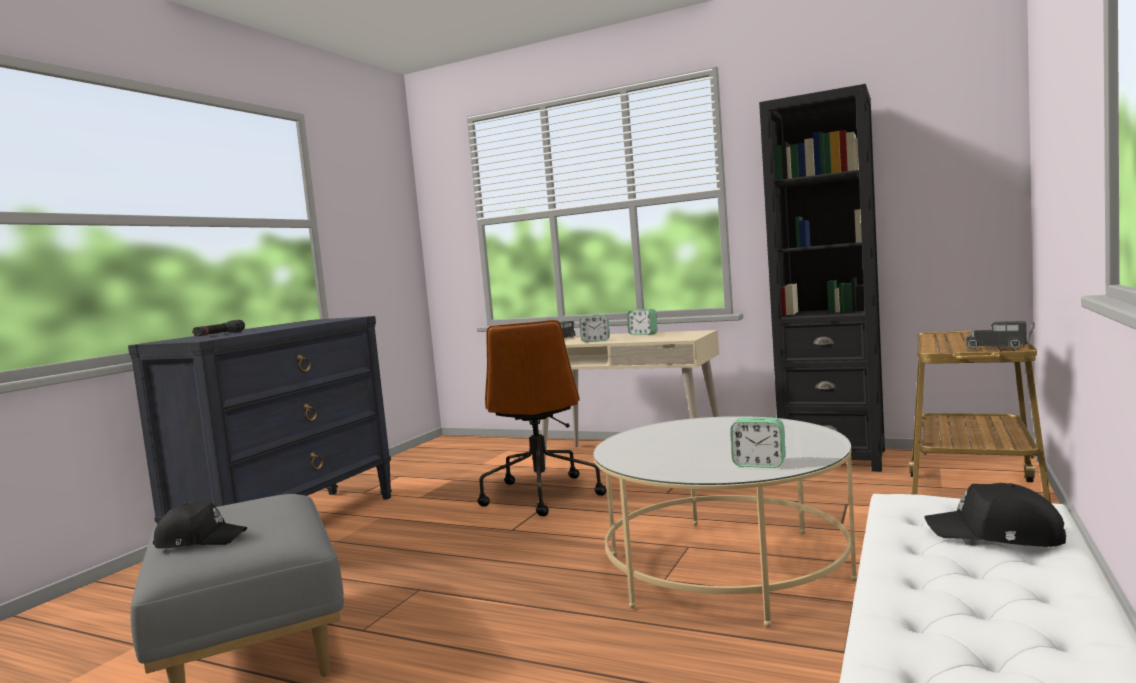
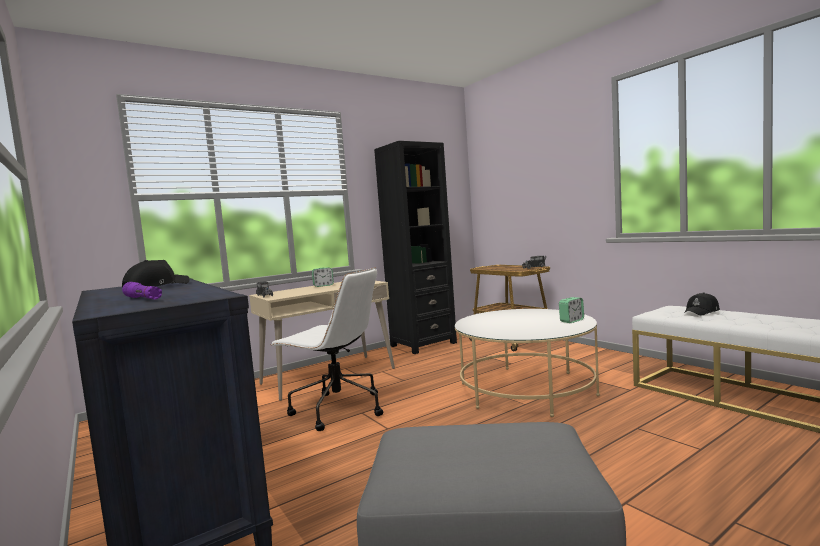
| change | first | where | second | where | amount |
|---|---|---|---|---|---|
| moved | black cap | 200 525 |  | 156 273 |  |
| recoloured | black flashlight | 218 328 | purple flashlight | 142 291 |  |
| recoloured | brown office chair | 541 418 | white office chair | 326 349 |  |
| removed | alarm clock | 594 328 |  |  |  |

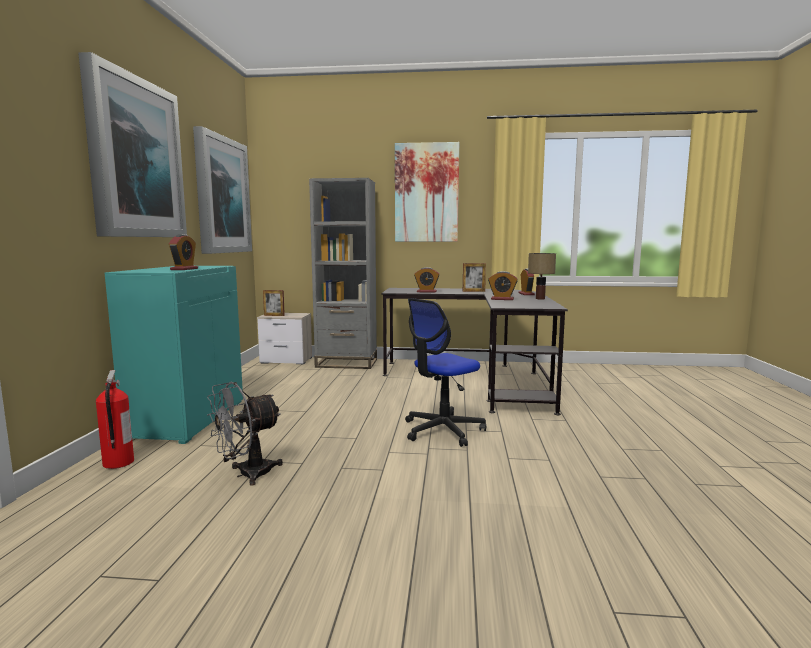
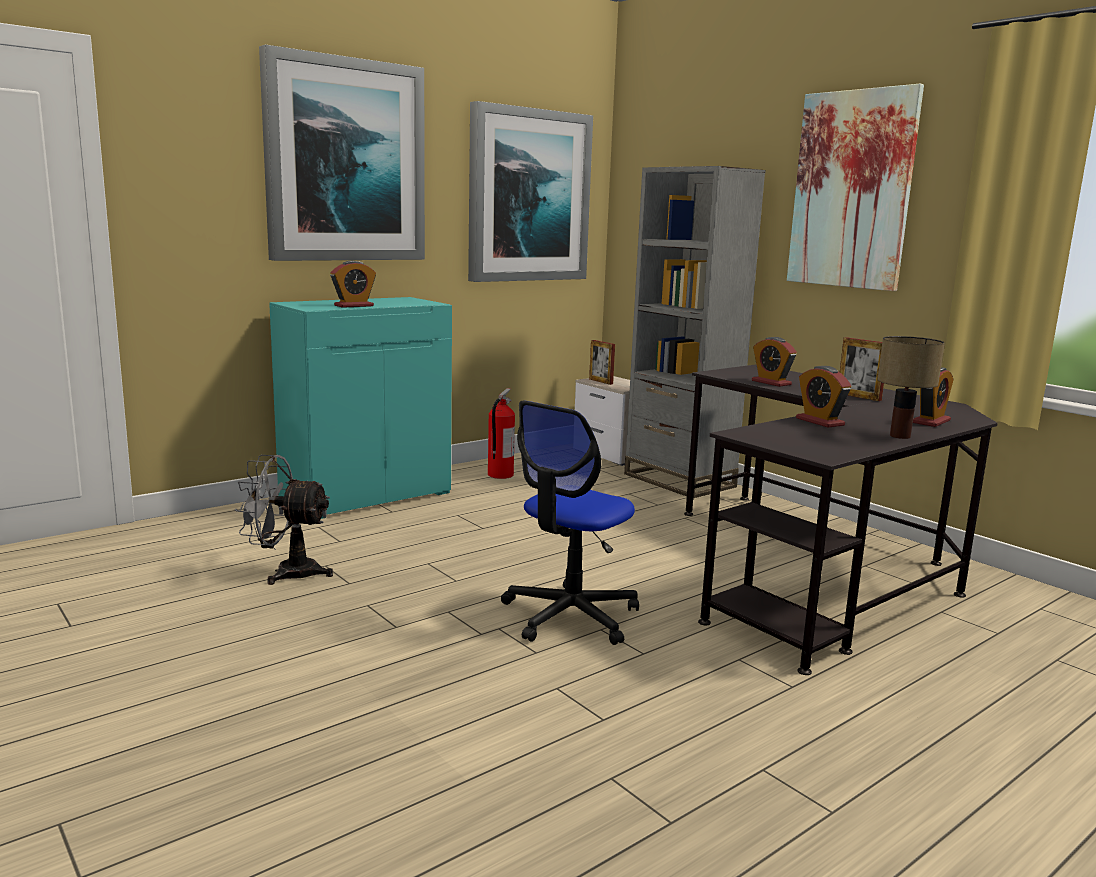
| change | first | where | second | where | amount |
|---|---|---|---|---|---|
| moved | fire extinguisher | 115 419 |  | 501 433 |  |
| turned | office chair | 445 372 |  | 570 522 | 60 degrees counterclockwise |

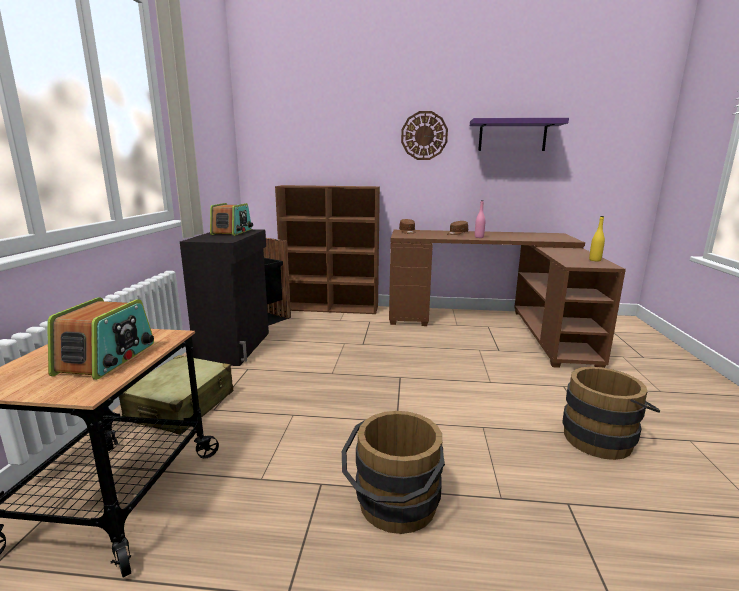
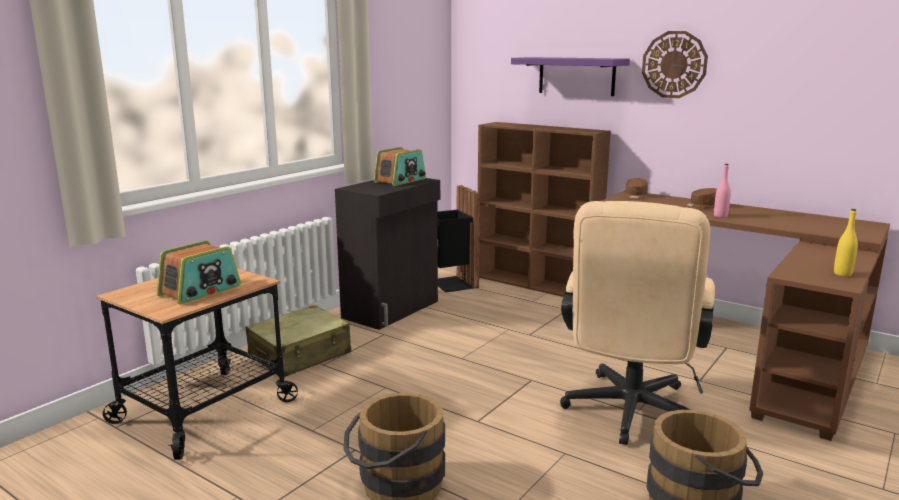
| change | first | where | second | where | amount |
|---|---|---|---|---|---|
| moved | purple shelf | 519 134 |  | 570 76 |  |
| added |  |  | beige office chair | 637 323 |  |

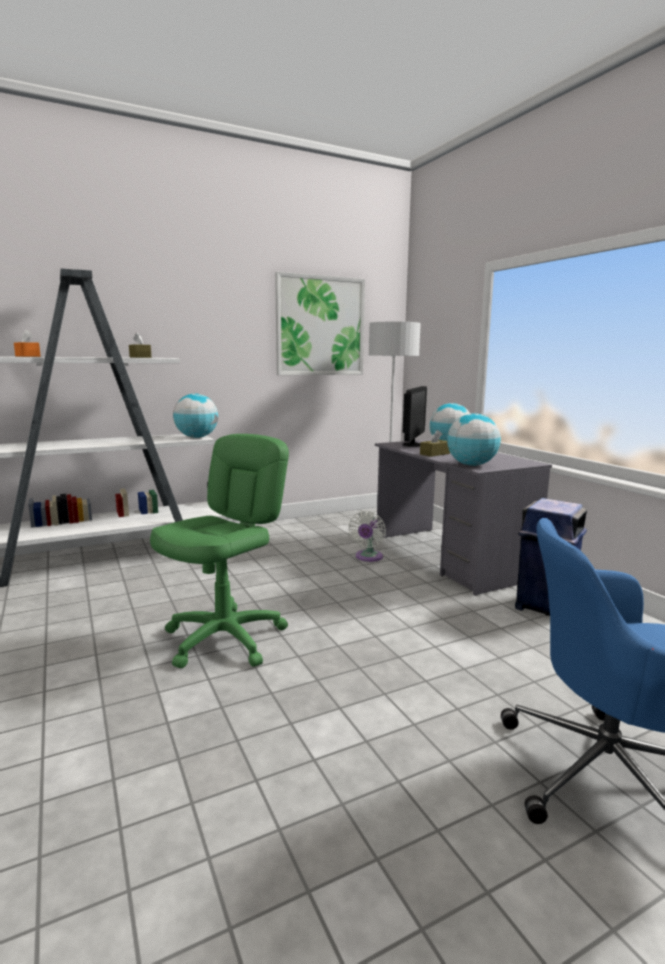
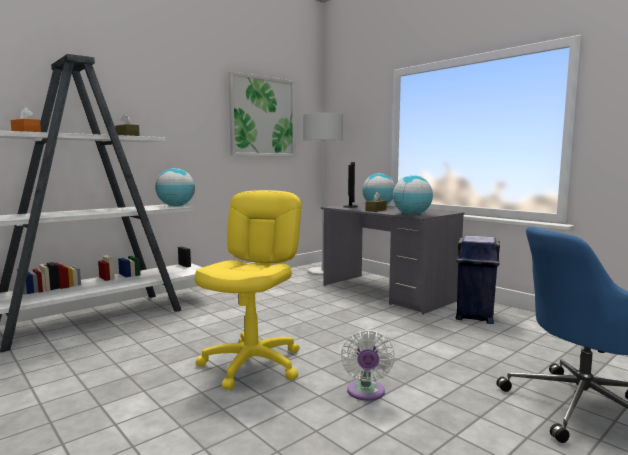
| change | first | where | second | where | amount |
|---|---|---|---|---|---|
| recoloured | green office chair | 219 551 | yellow office chair | 248 290 |  |
| moved | white fan | 367 536 |  | 368 365 |  |

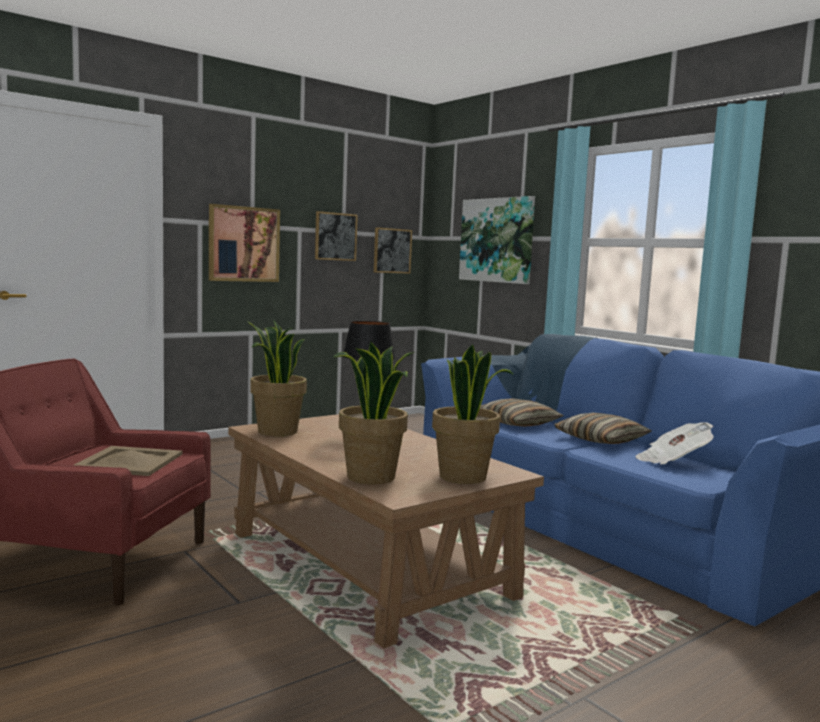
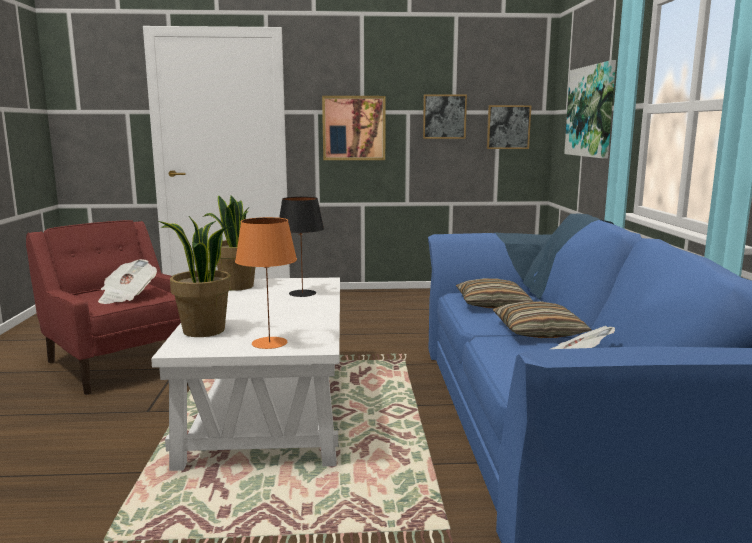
| change | first | where | second | where | amount |
|---|---|---|---|---|---|
| replaced | beige tray | 128 461 | newspaper | 127 281 |  |
| recoloured | brown coffee table | 386 531 | white coffee table | 245 374 |  |
| replaced | potted plant | 473 414 | orange table lamp | 266 283 |  |

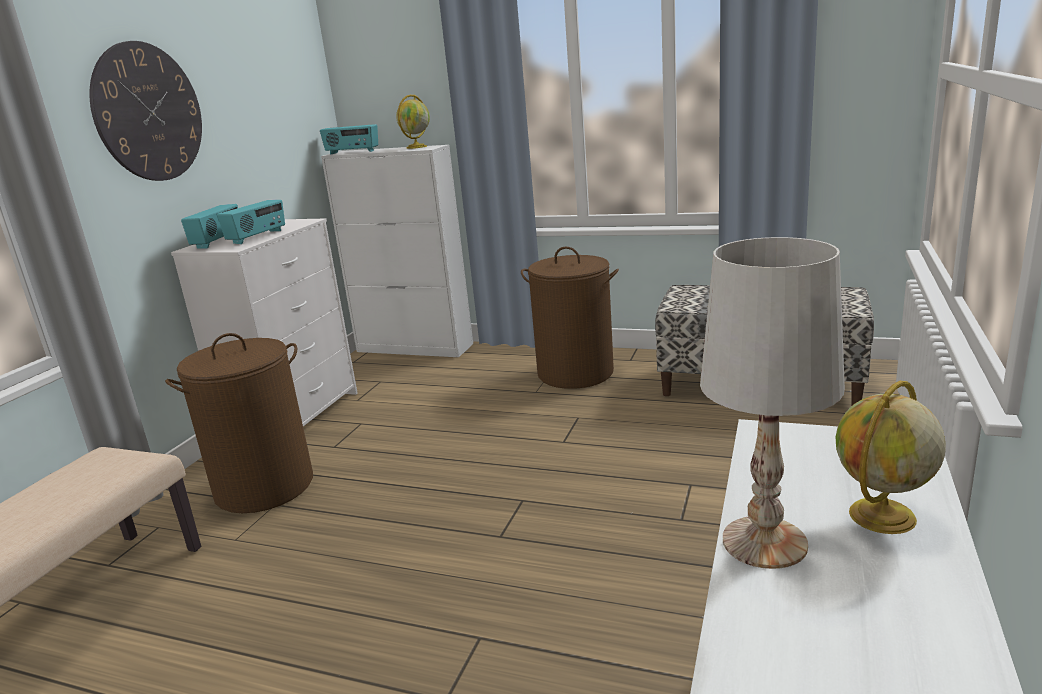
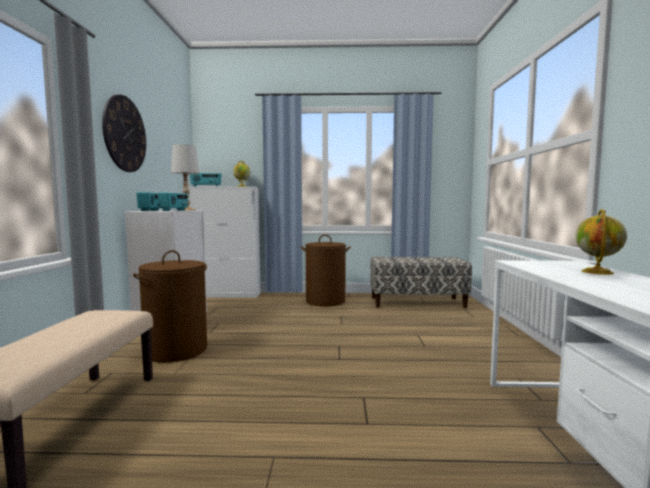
| change | first | where | second | where | amount |
|---|---|---|---|---|---|
| moved | white table lamp | 772 403 |  | 185 177 |  |

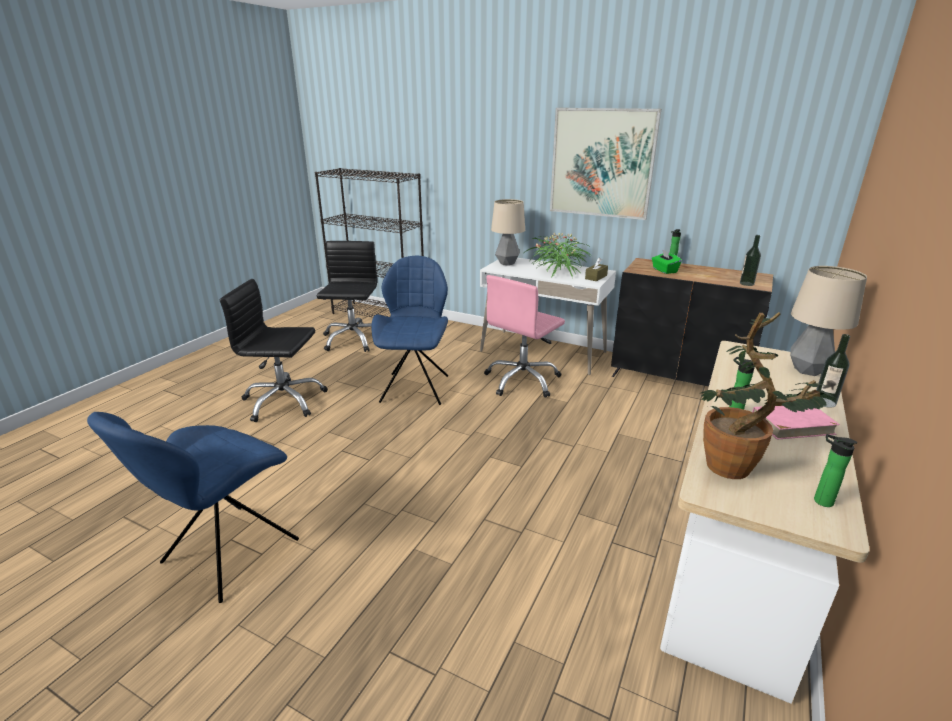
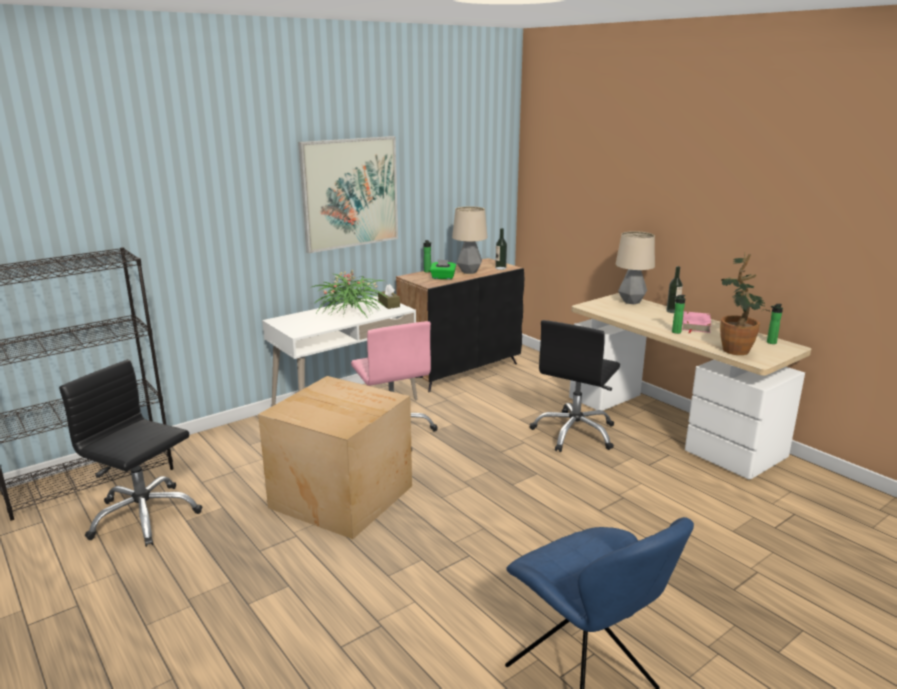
| change | first | where | second | where | amount |
|---|---|---|---|---|---|
| moved | black office chair | 274 350 |  | 575 386 |  |
| replaced | blue chair | 409 330 | cardboard box | 335 457 |  |
| moved | table lamp | 508 232 |  | 470 240 |  |

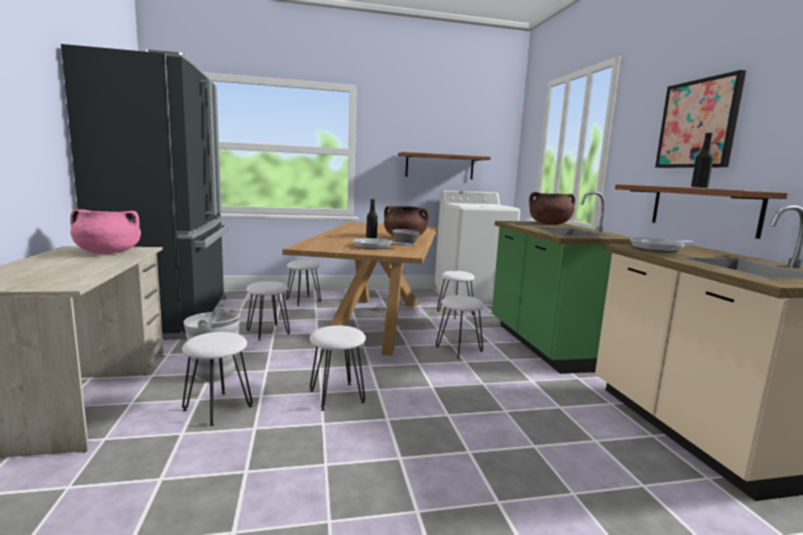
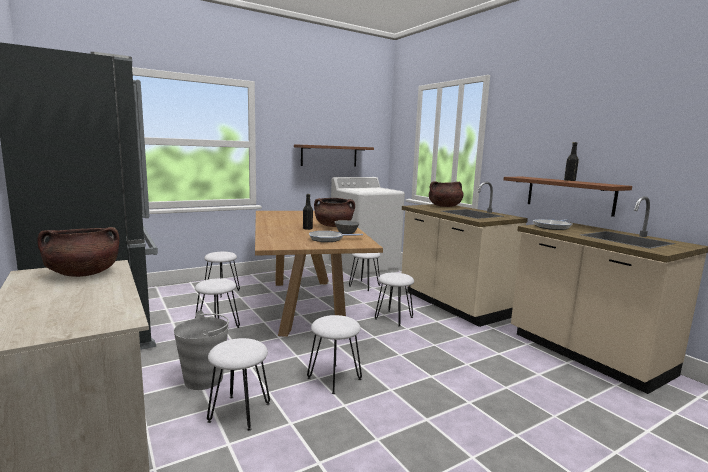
| change | first | where | second | where | amount |
|---|---|---|---|---|---|
| recoloured | pink cooking pot | 105 231 | brown cooking pot | 78 252 |  |
| recoloured | green counter | 562 282 | beige counter | 465 254 |  |
| removed | picture | 700 119 |  |  |  |

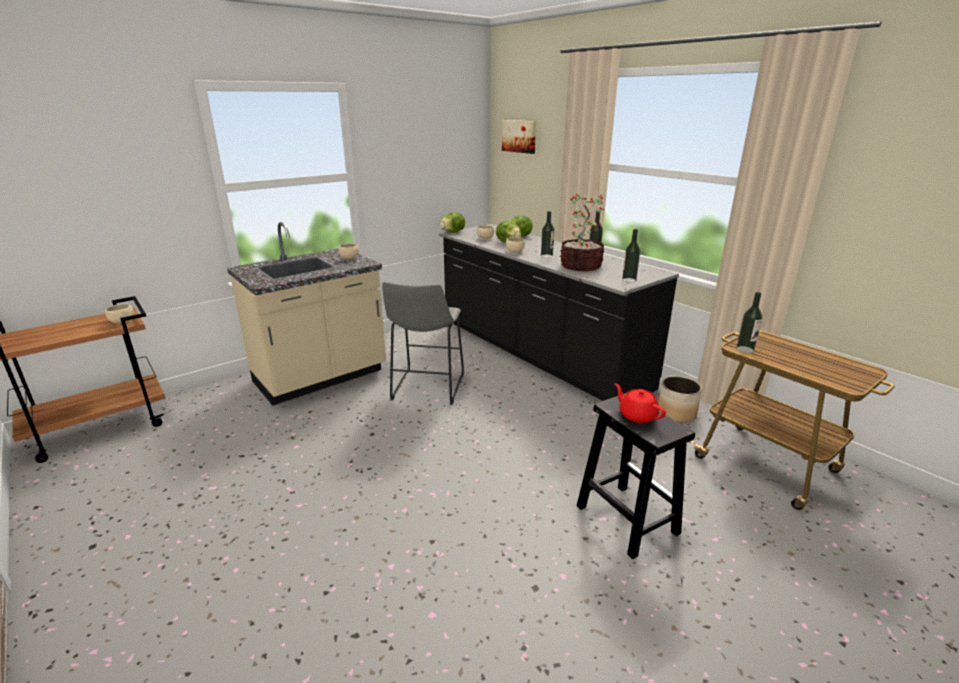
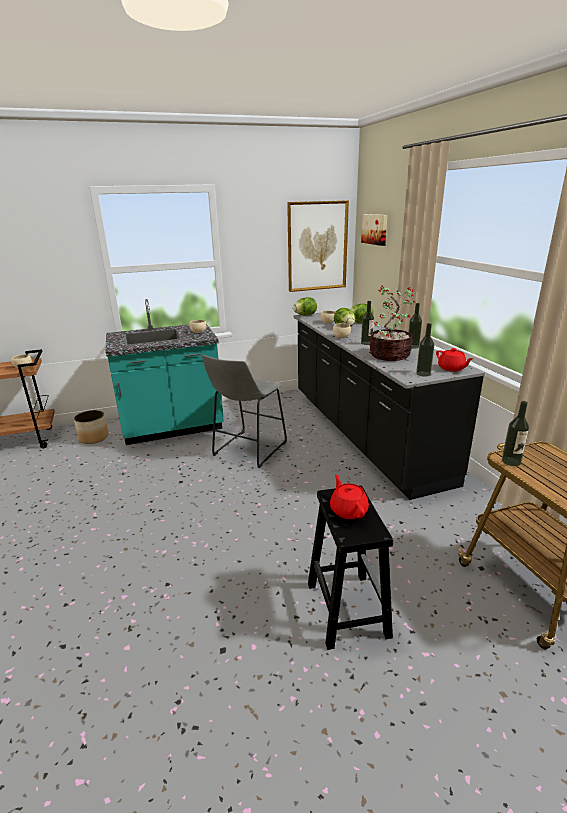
| change | first | where | second | where | amount |
|---|---|---|---|---|---|
| recoloured | beige counter | 306 314 | turquoise counter | 164 372 |  |
| moved | planter | 680 399 |  | 91 427 |  |
| added |  |  | picture | 318 246 |  |
| added |  |  | red teapot | 455 360 |  |

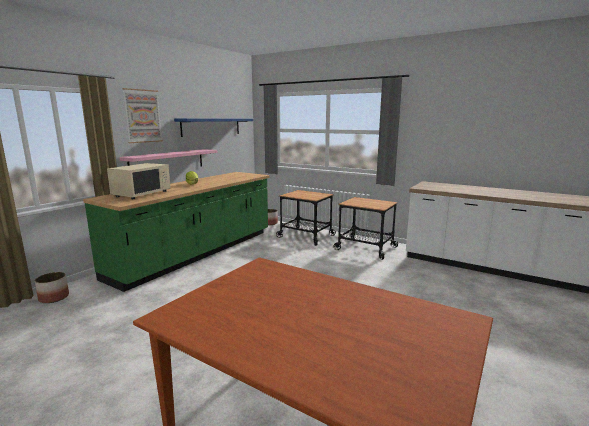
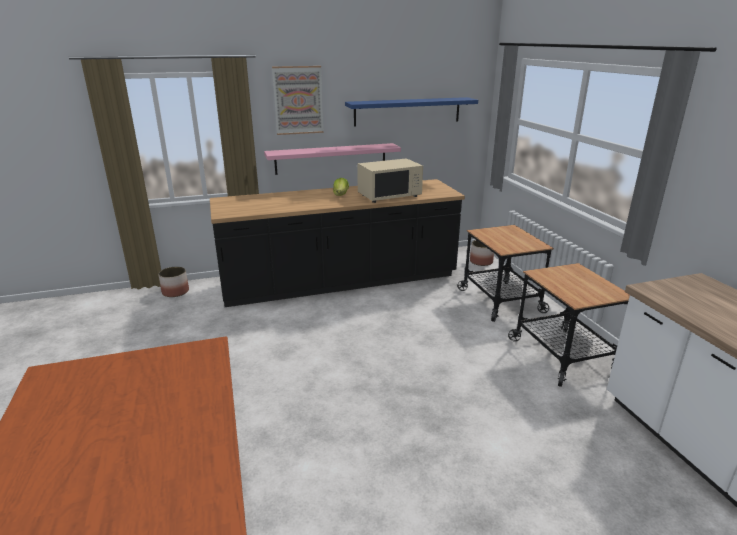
| change | first | where | second | where | amount |
|---|---|---|---|---|---|
| recoloured | green counter | 176 232 | black counter | 337 243 |  |
| moved | beige microwave | 139 181 |  | 390 180 |  |

